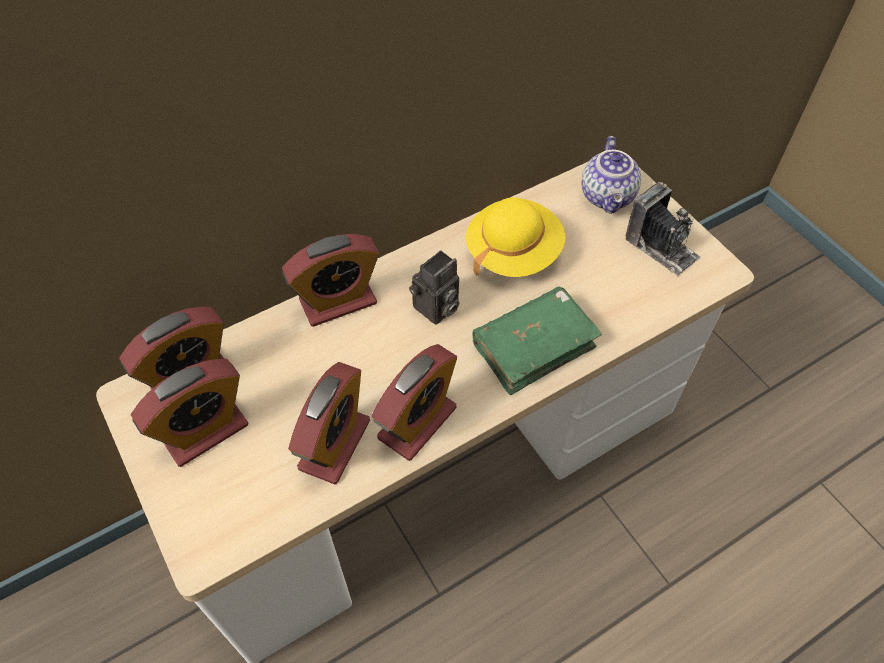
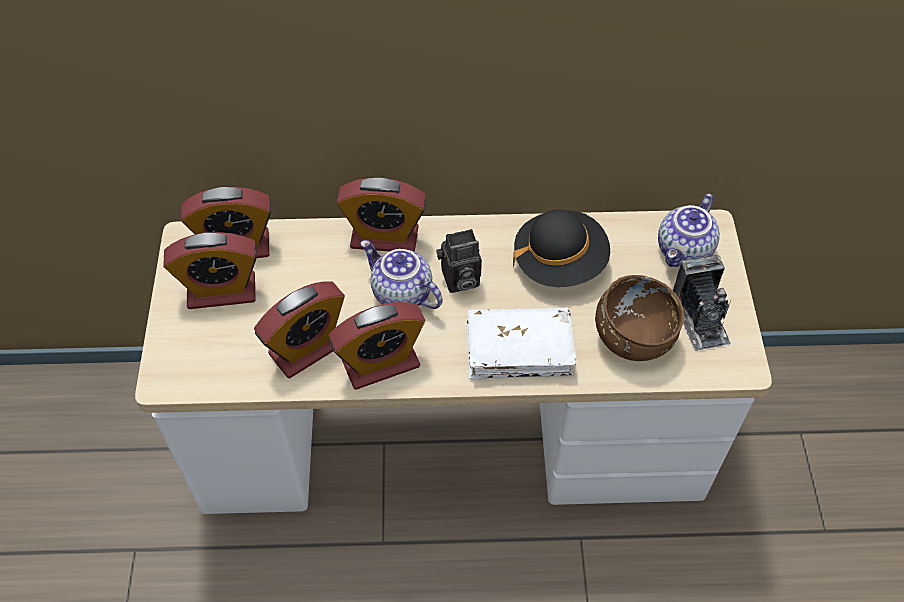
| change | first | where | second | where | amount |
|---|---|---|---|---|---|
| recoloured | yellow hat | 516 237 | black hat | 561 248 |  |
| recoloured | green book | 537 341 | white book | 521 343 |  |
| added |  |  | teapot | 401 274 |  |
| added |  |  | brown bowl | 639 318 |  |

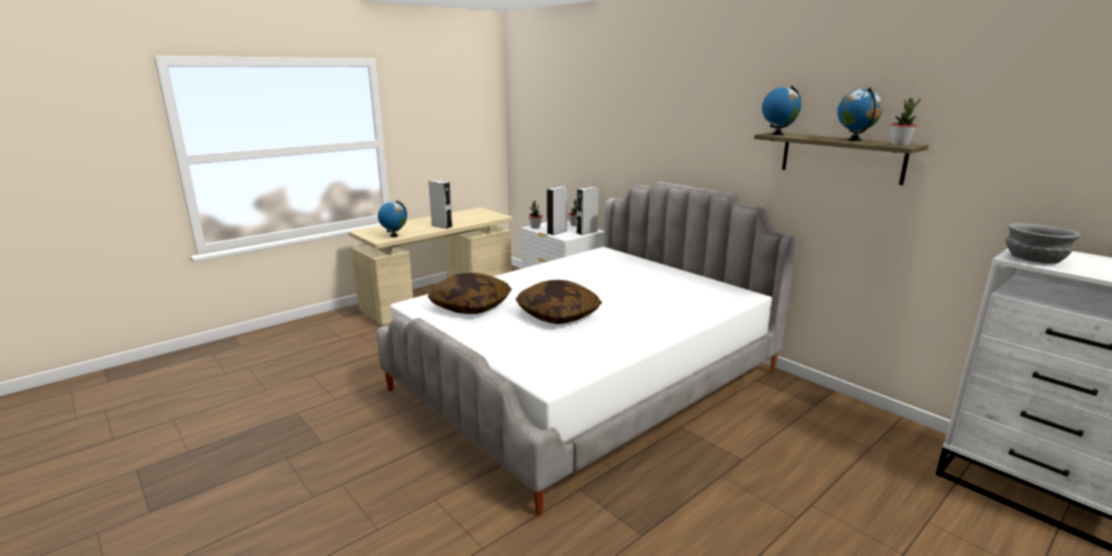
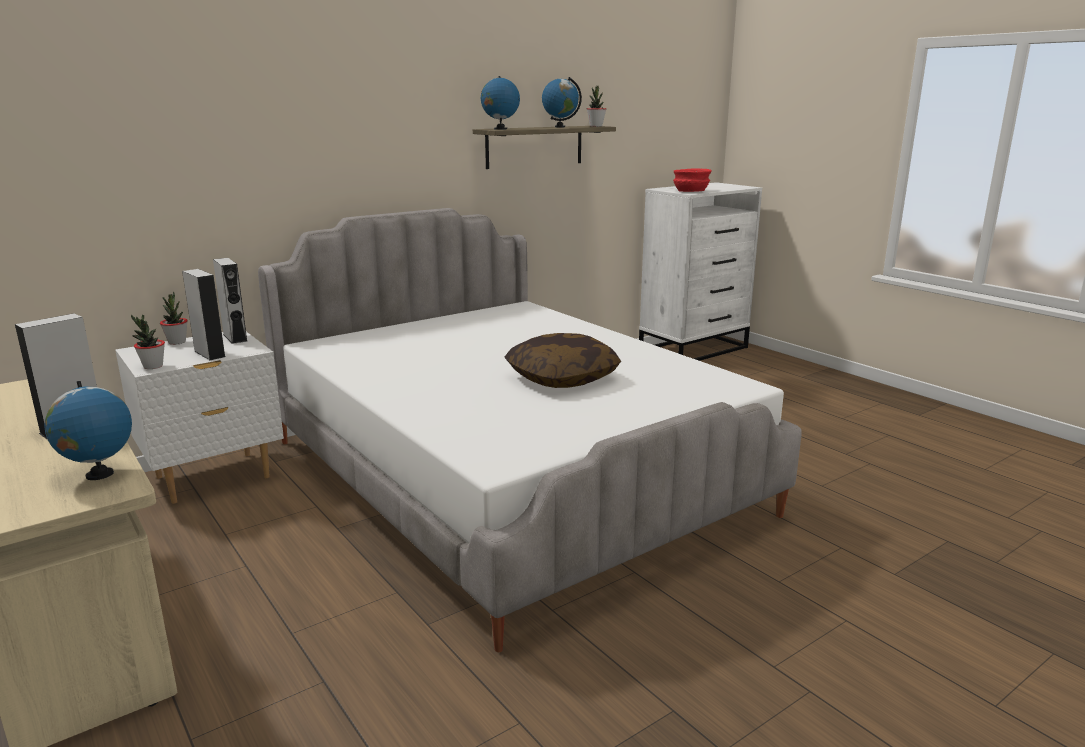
| change | first | where | second | where | amount |
|---|---|---|---|---|---|
| removed | pillow | 470 293 |  |  |  |
| recoloured | grey bowl | 1043 243 | red bowl | 692 180 |  |

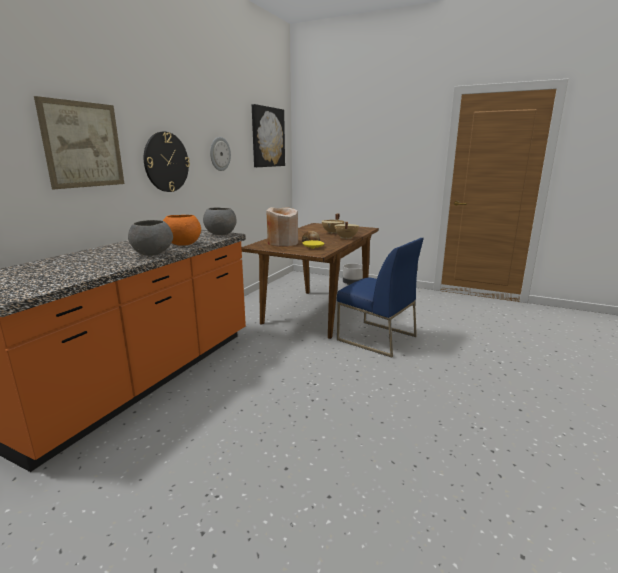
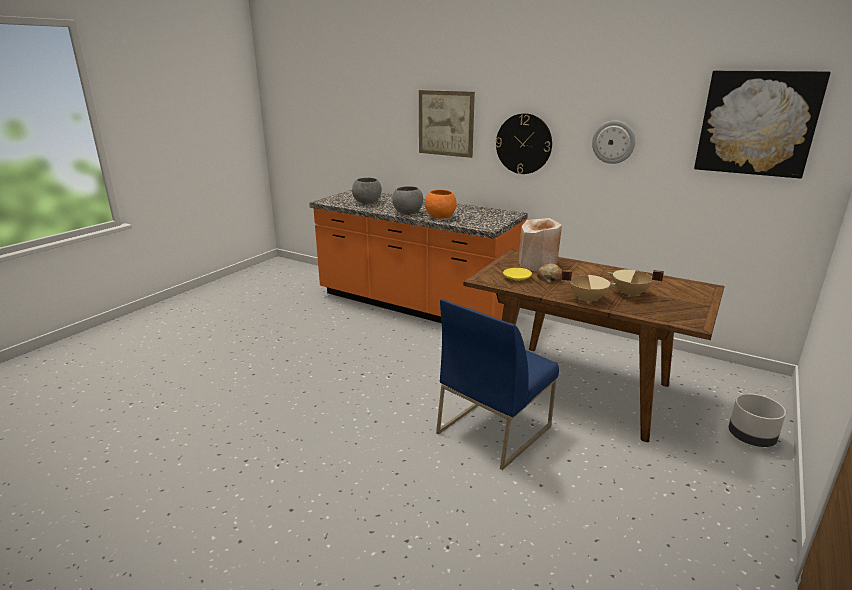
| change | first | where | second | where | amount |
|---|---|---|---|---|---|
| moved | grey bowl | 220 221 |  | 367 191 |  |

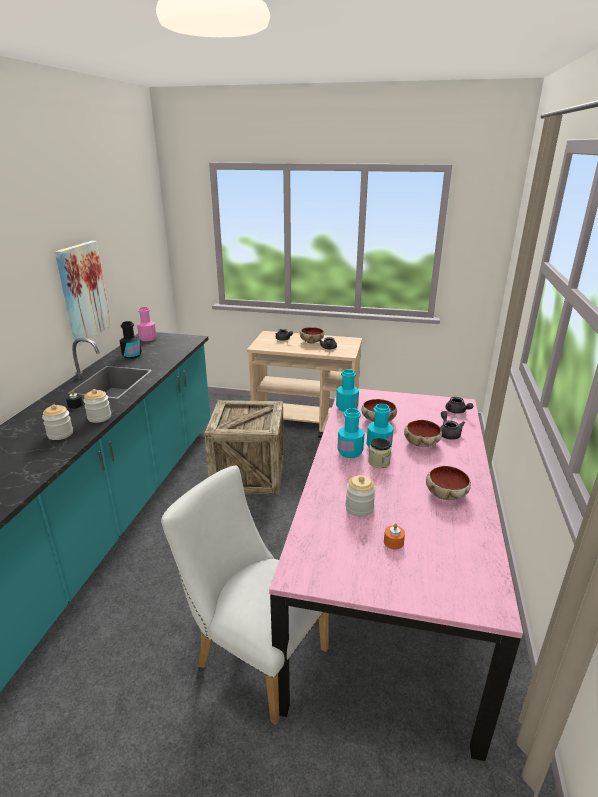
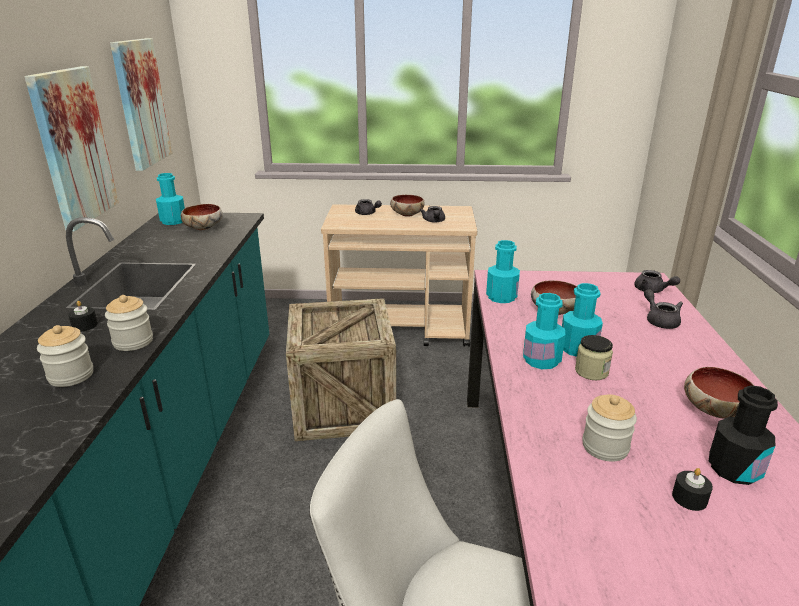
| change | first | where | second | where | amount |
|---|---|---|---|---|---|
| moved | black bottle | 130 340 |  | 743 435 |  |
| recoloured | pink bottle | 146 324 | turquoise bottle | 170 199 |  |
| recoloured | orange candle | 394 536 | black candle | 692 489 |  |
| moved | bowl | 423 433 |  | 202 217 |  |
| added |  |  | picture | 141 104 |  |

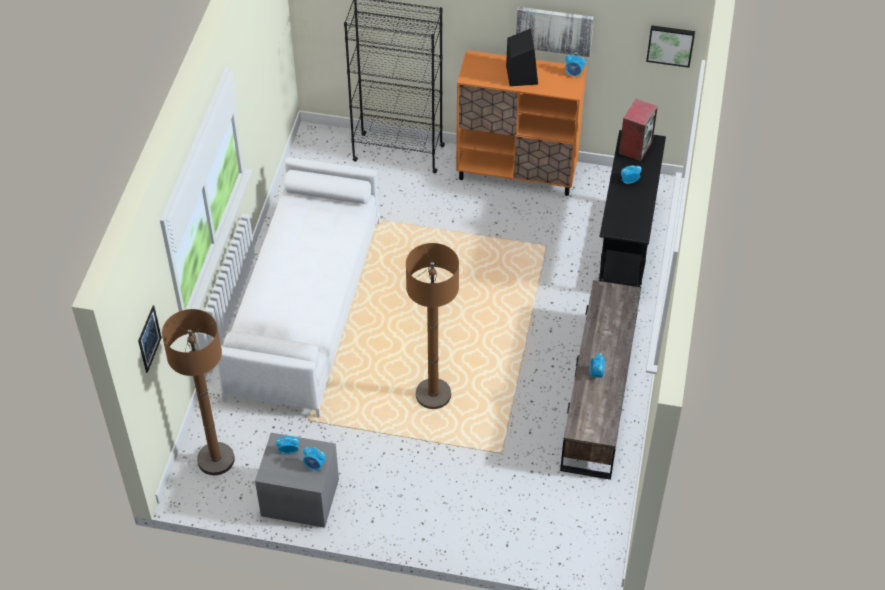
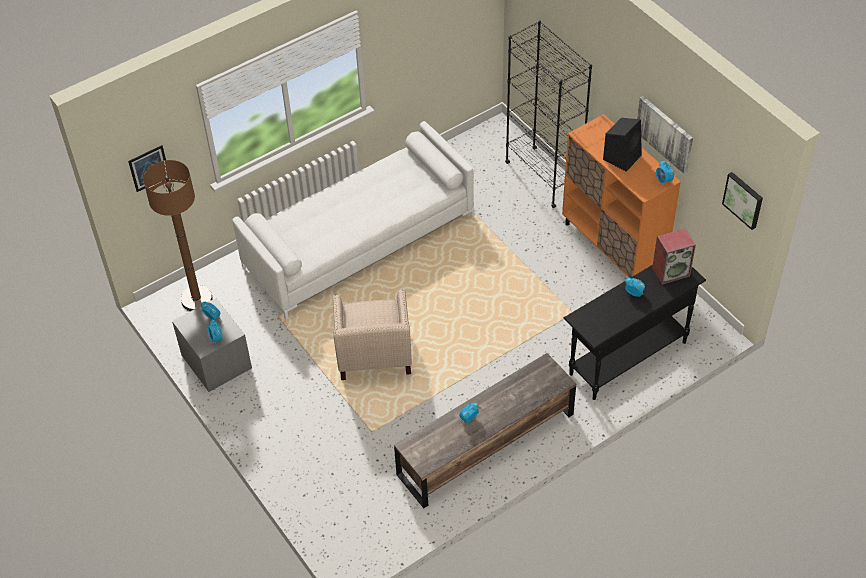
| change | first | where | second | where | amount |
|---|---|---|---|---|---|
| replaced | brown floor lamp | 432 326 | beige armchair | 372 334 |  |

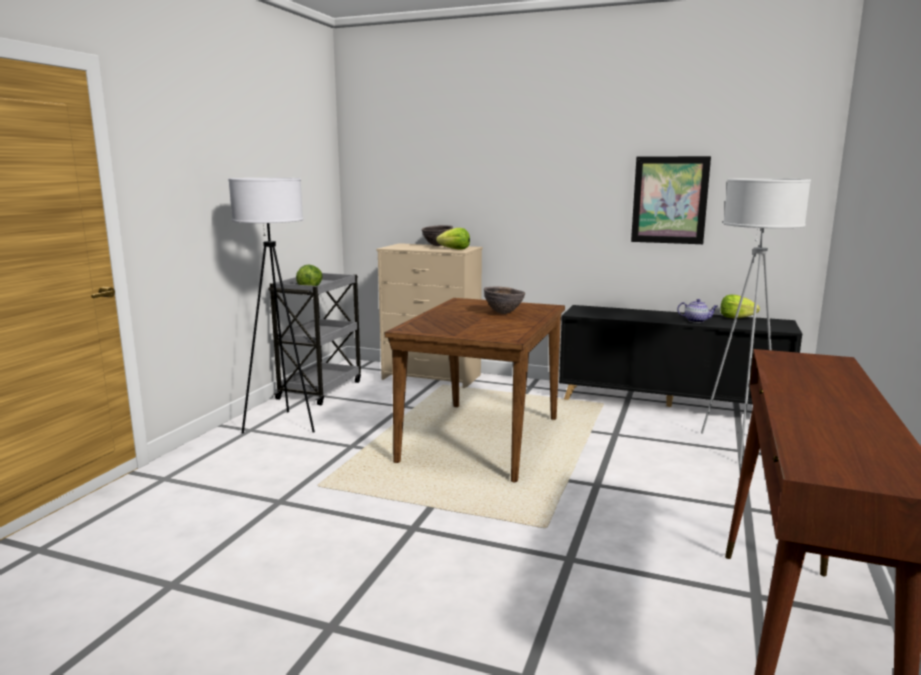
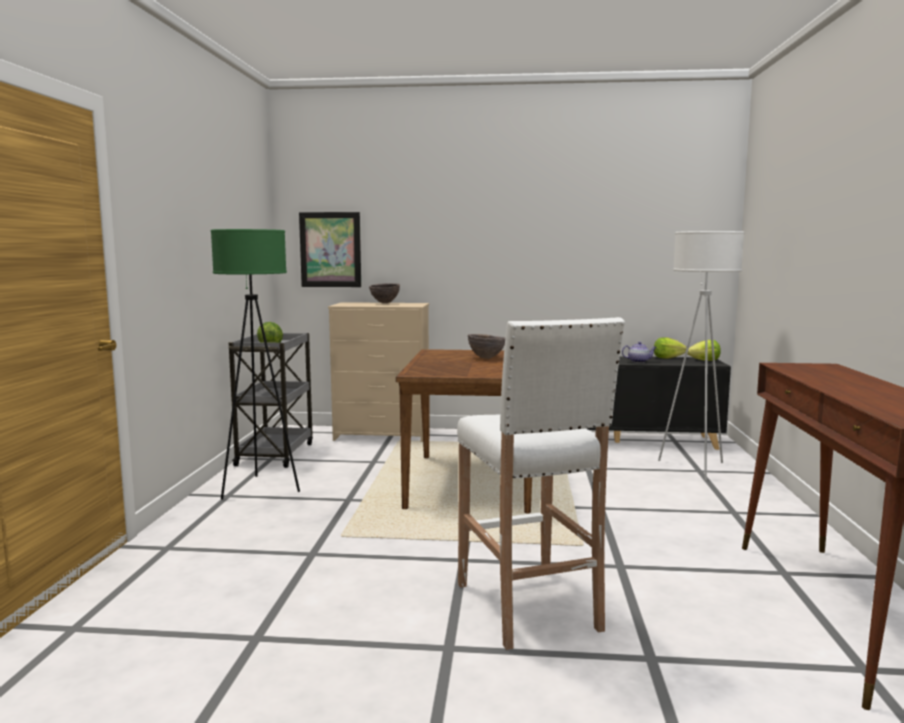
| change | first | where | second | where | amount |
|---|---|---|---|---|---|
| recoloured | white floor lamp | 271 306 | green floor lamp | 255 364 |  |
| moved | lettuce | 453 239 |  | 704 350 |  |
| moved | picture | 671 200 |  | 330 249 |  |
| added |  |  | white stool | 541 483 |  |

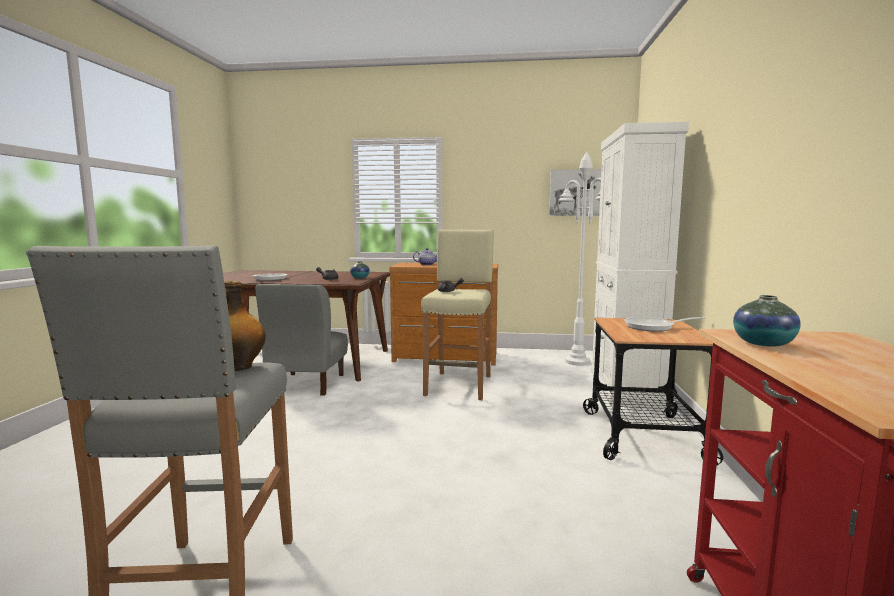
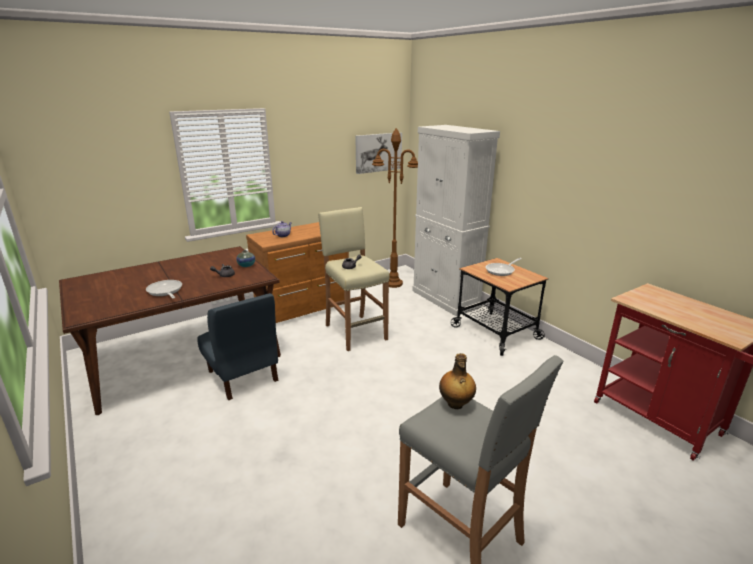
| change | first | where | second | where | amount |
|---|---|---|---|---|---|
| recoloured | grey chair | 302 340 | blue chair | 238 346 |  |
| recoloured | white floor lamp | 580 259 | brown floor lamp | 395 208 |  |
| removed | vase | 767 321 |  |  |  |

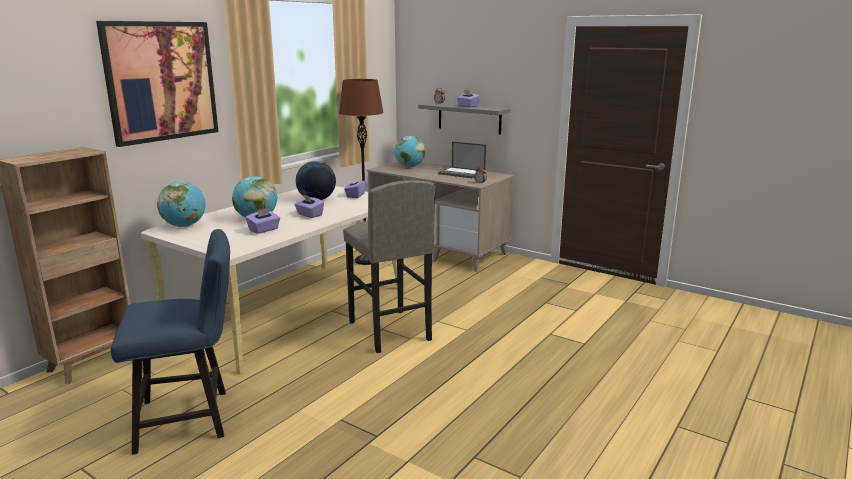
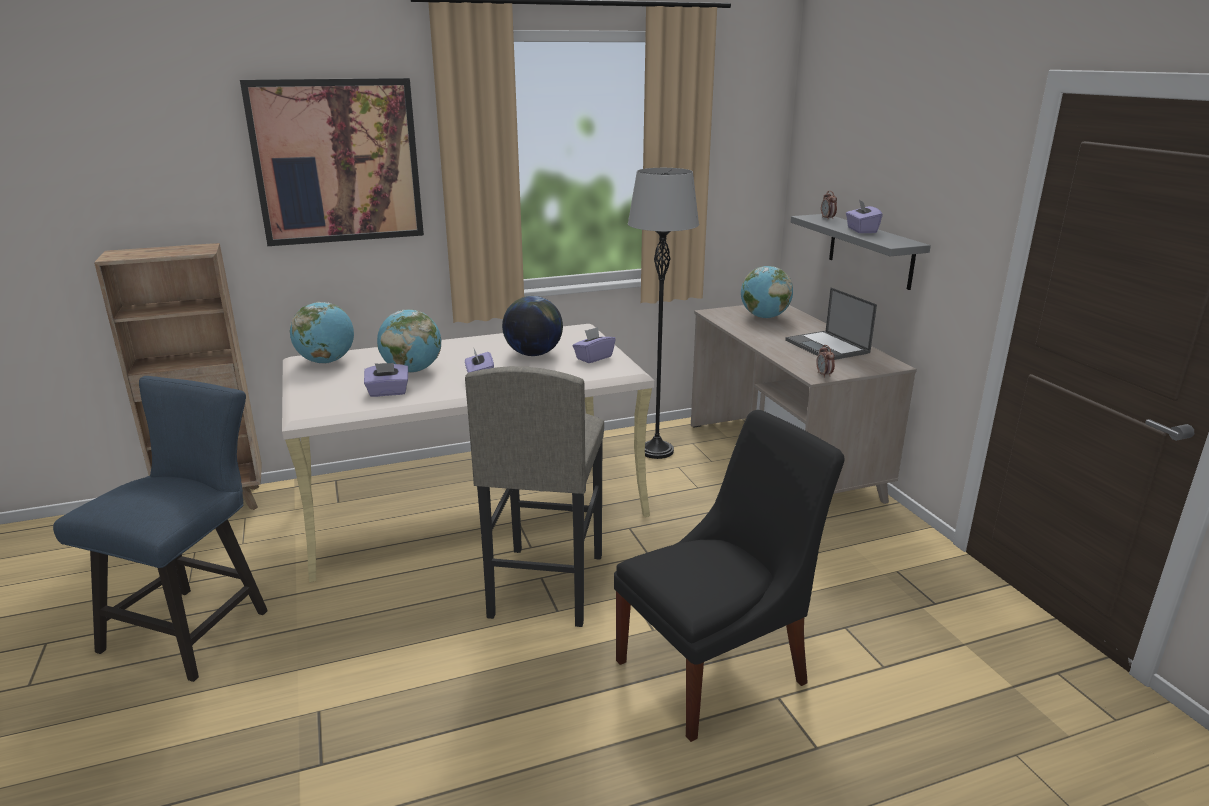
| change | first | where | second | where | amount |
|---|---|---|---|---|---|
| turned | blue chair | 170 342 |  | 160 529 | 90 degrees counterclockwise |
| recoloured | brown floor lamp | 361 172 | grey floor lamp | 663 313 |  |
| added |  |  | black chair | 729 576 |  |

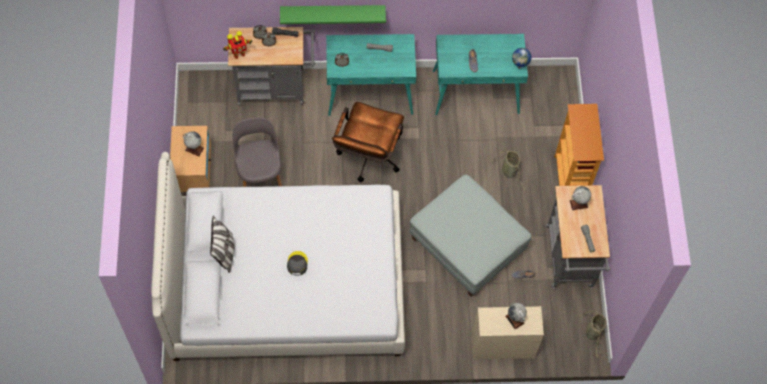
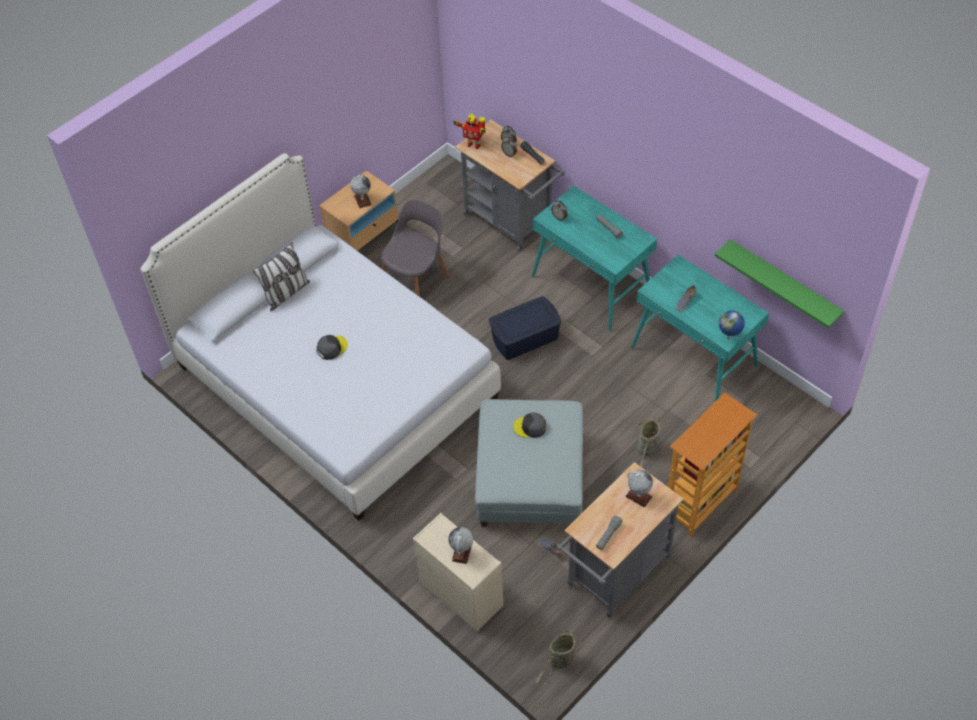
| change | first | where | second | where | amount |
|---|---|---|---|---|---|
| moved | green shelf | 333 14 |  | 779 283 |  |
| replaced | brown office chair | 368 142 | blue storage box | 525 328 |  |
| added |  |  | grey cap | 529 425 |  |

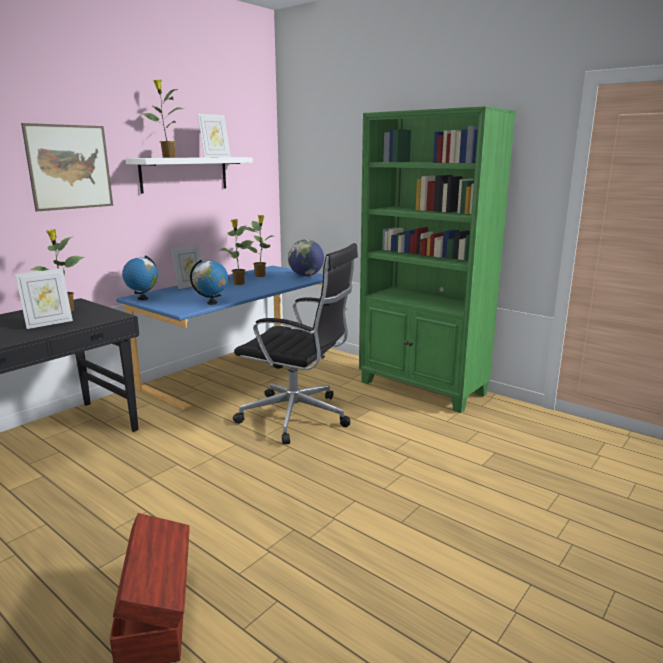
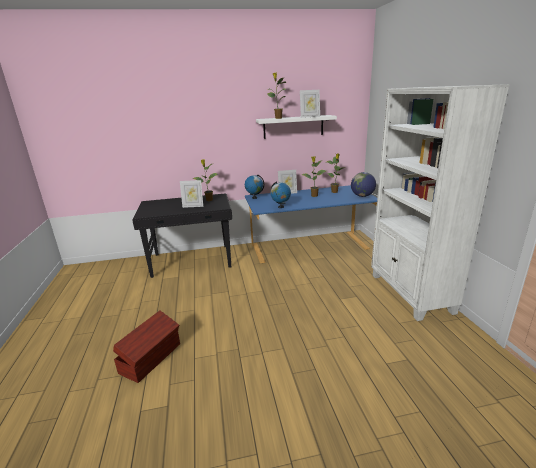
| change | first | where | second | where | amount |
|---|---|---|---|---|---|
| removed | picture | 67 167 |  |  |  |
| removed | black office chair | 295 344 |  |  |  |
| recoloured | green bookcase | 437 259 | white bookcase | 440 202 |  |

